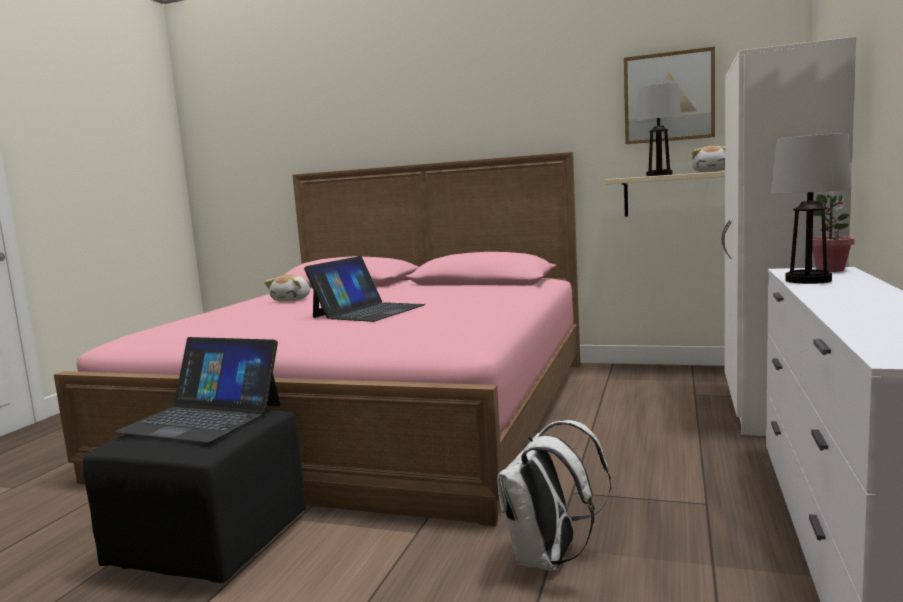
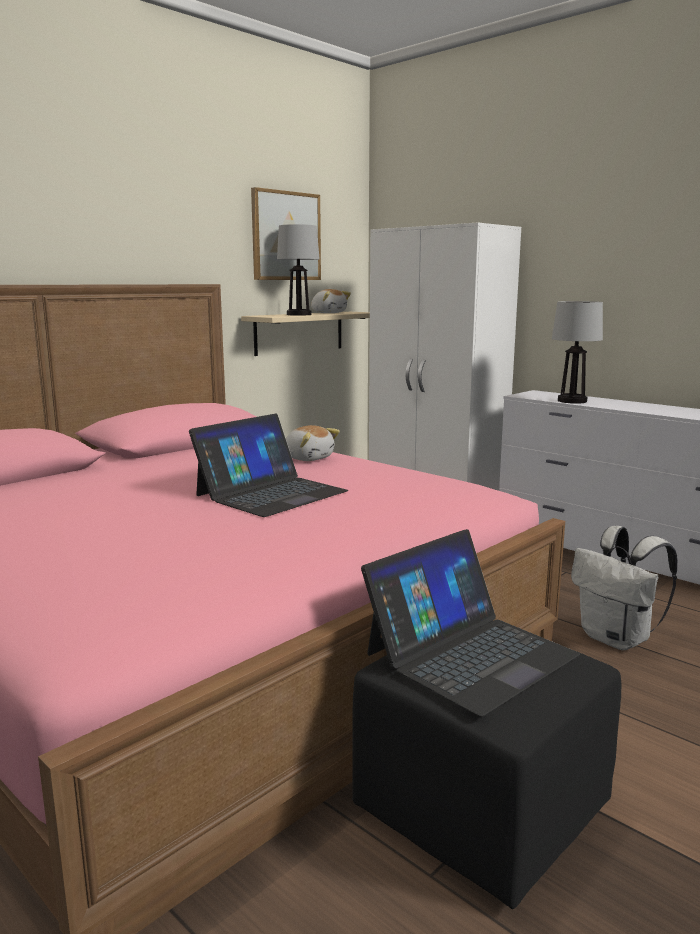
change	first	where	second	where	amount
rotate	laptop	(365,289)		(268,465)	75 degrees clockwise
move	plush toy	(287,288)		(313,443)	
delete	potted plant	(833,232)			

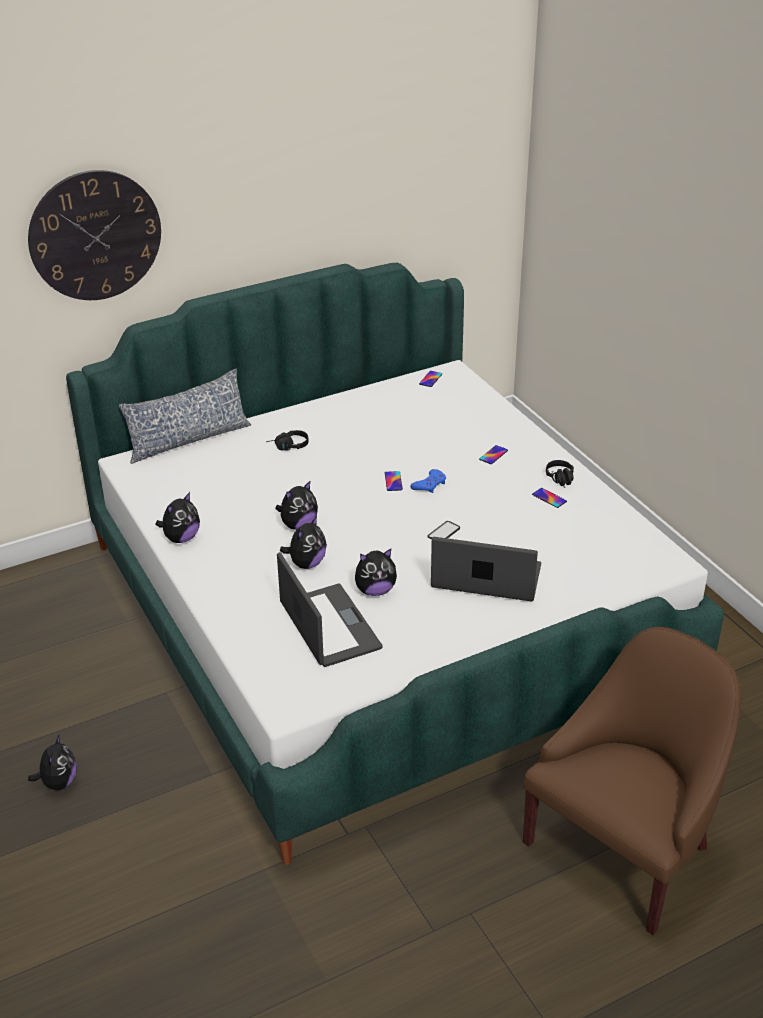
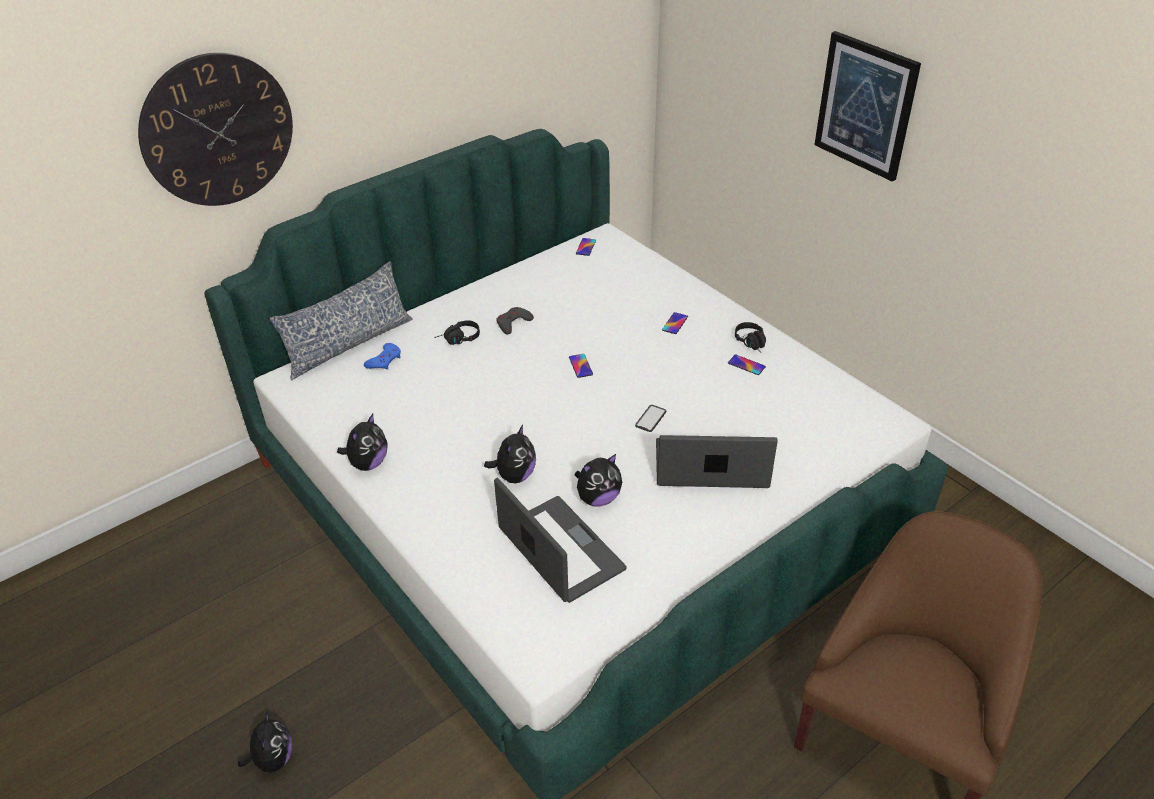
change	first	where	second	where	amount
move	blue game controller	(428,481)		(382,356)	
insert			grey game controller	(515,320)	
insert			picture	(867,106)	
delete	plush toy	(296,505)			

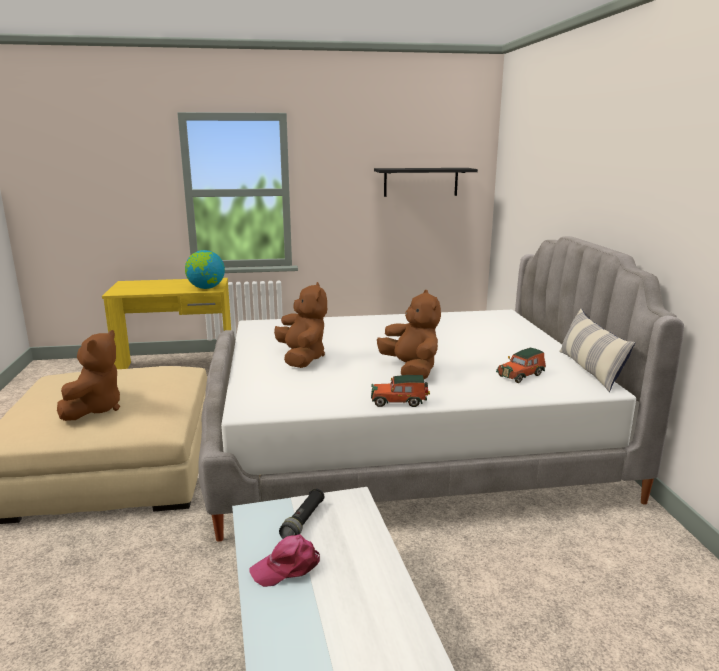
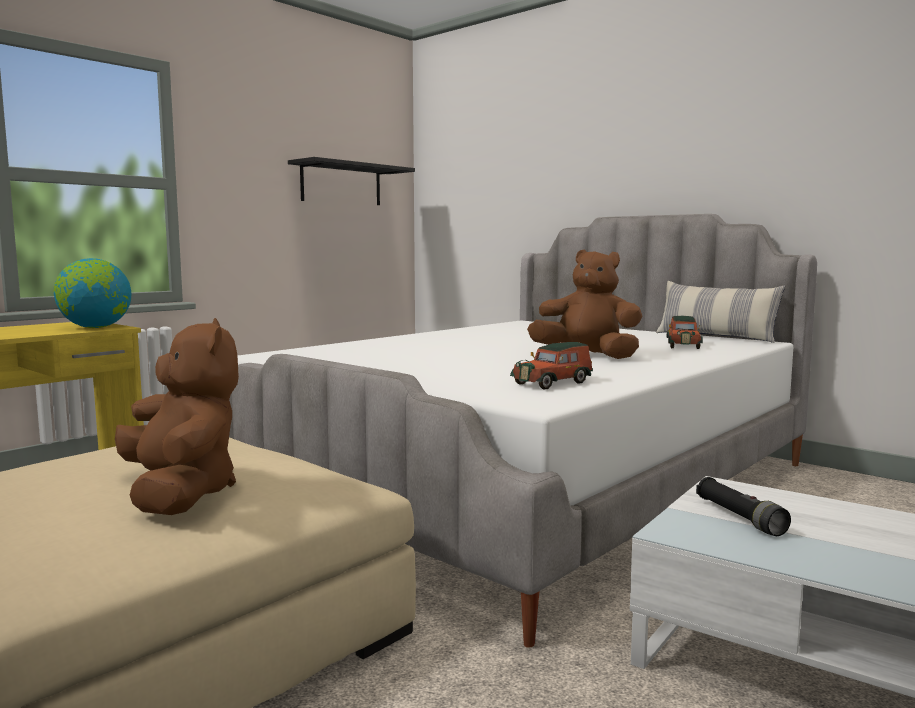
change	first	where	second	where	amount
move	toy car	(400,391)		(551,366)	
delete	pink cap	(284,560)			
delete	brown plush toy	(300,325)			

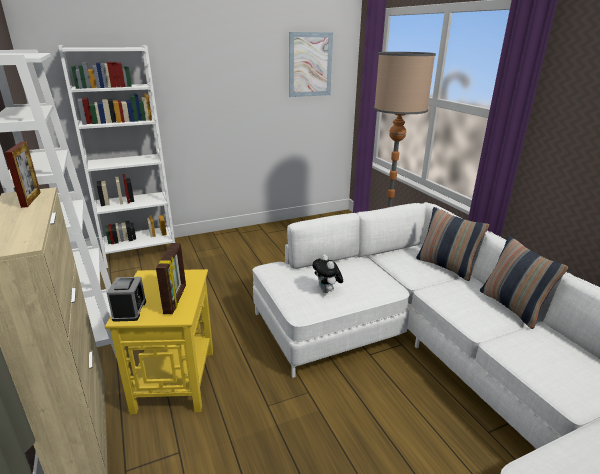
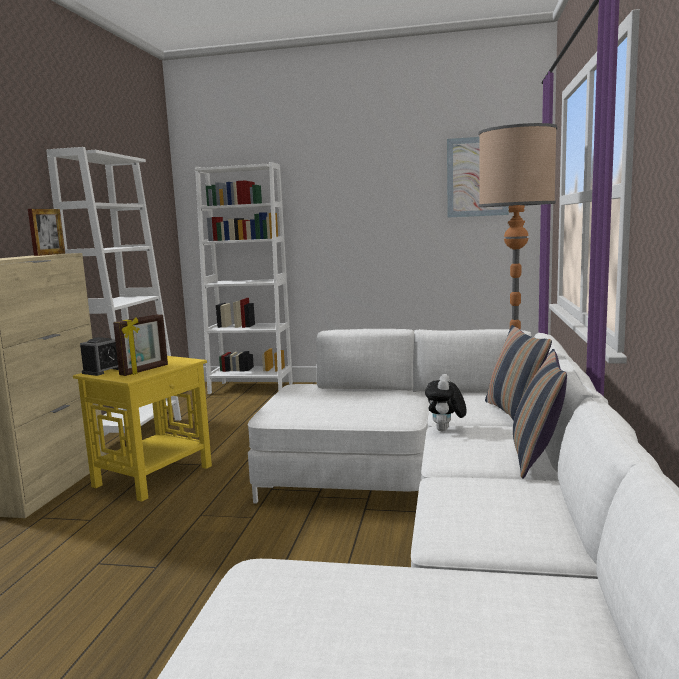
change	first	where	second	where	amount
move	plush toy	(327,273)		(446,402)	

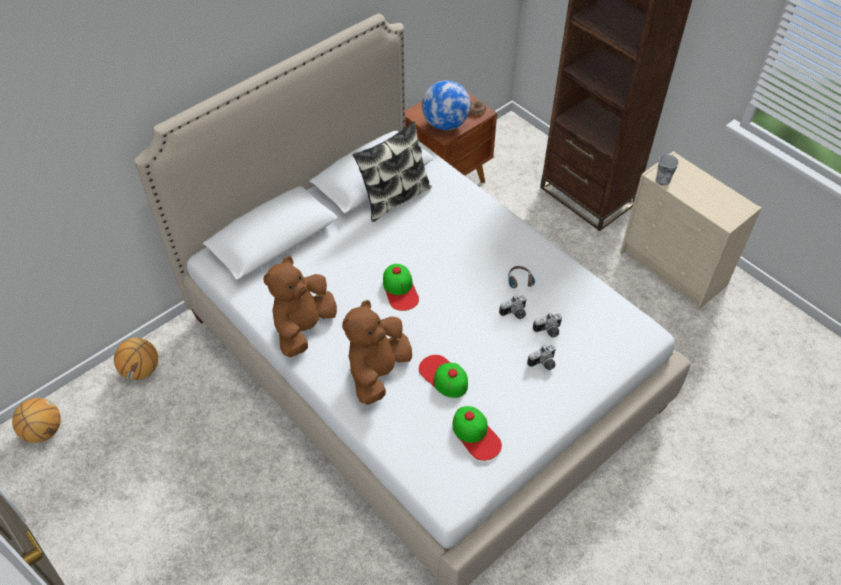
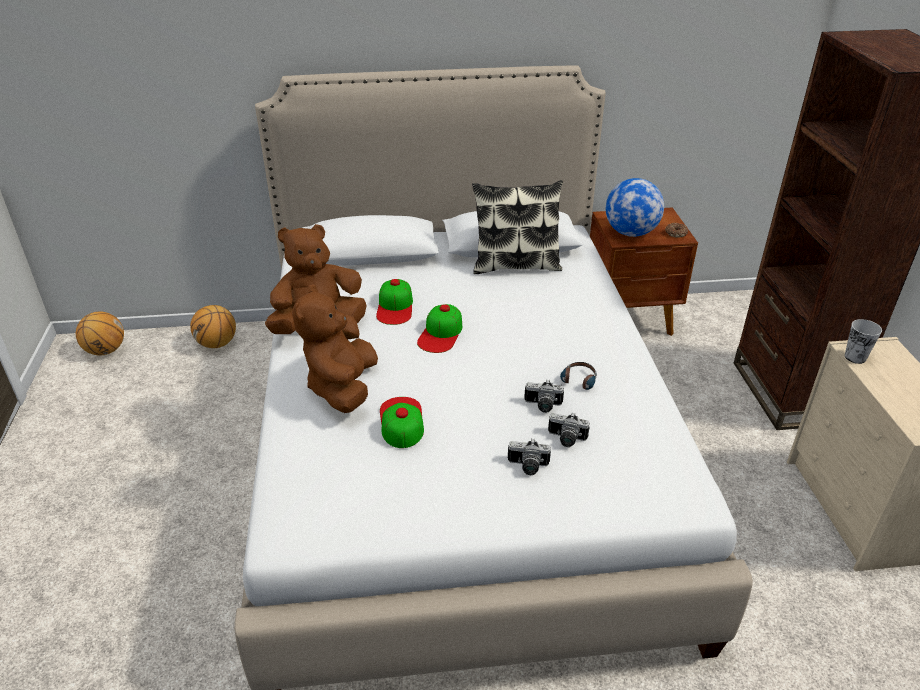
change	first	where	second	where	amount
rotate	brown plush toy	(377,352)		(335,348)	60 degrees counterclockwise
move	cap	(477,433)		(394,302)	

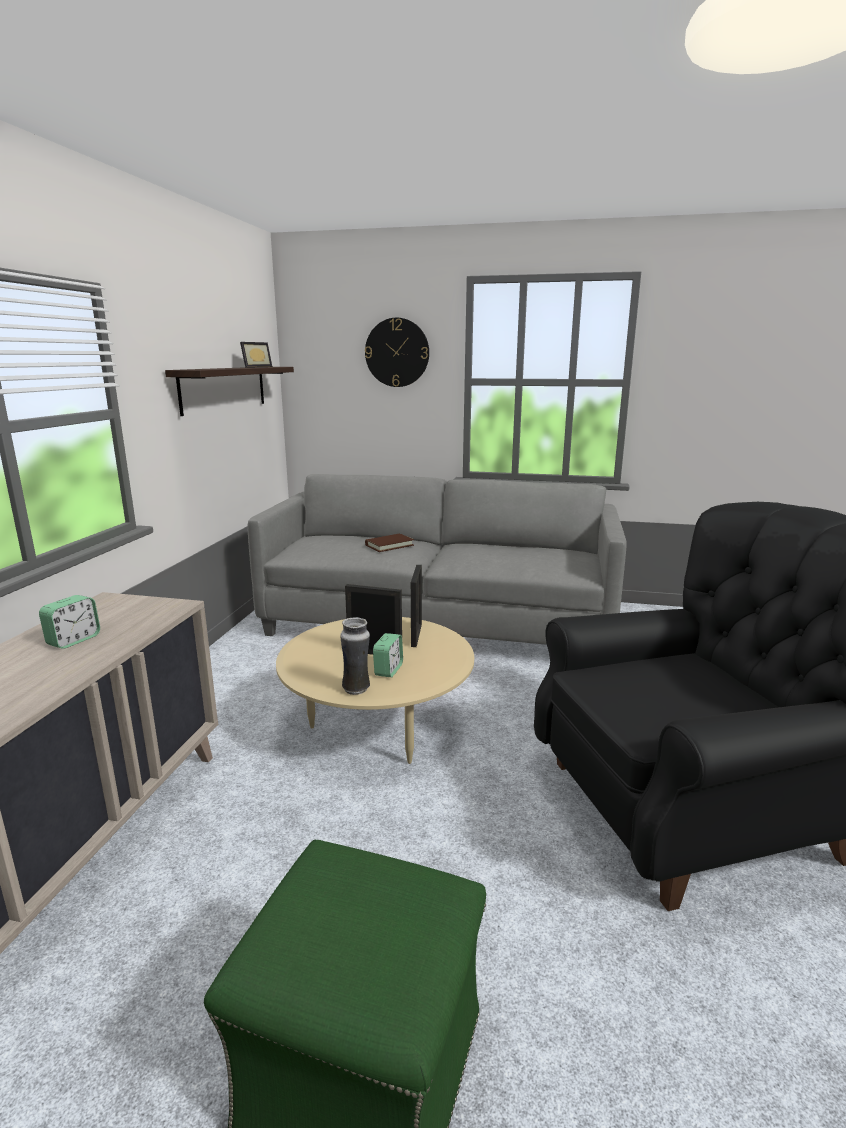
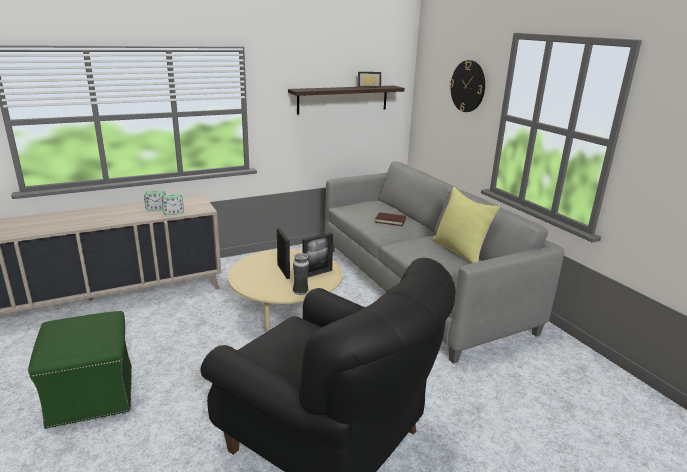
change	first	where	second	where	amount
move	alarm clock	(388,655)		(173,204)	
move	vase	(355,656)		(301,274)	
insert			yellow pillow	(466,225)	

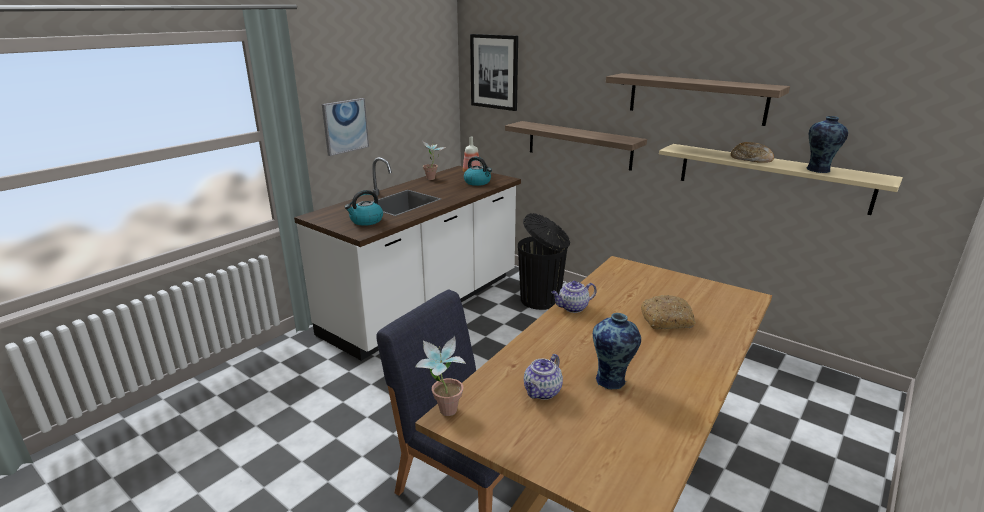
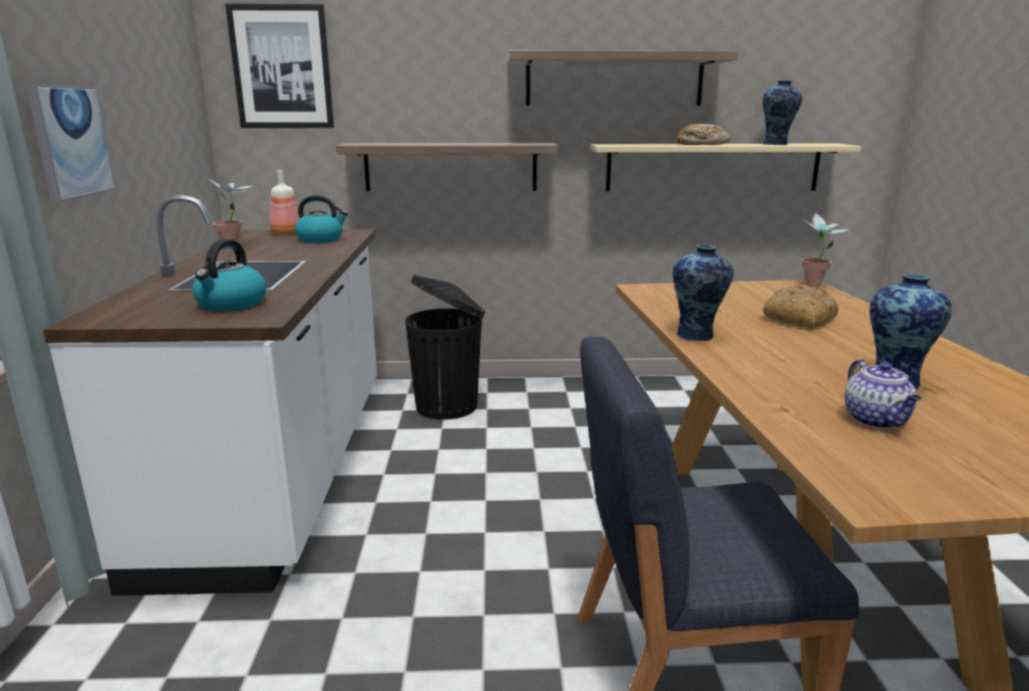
change	first	where	second	where	amount
replace	teapot	(574,297)	vase	(703,292)	
move	potted plant	(440,376)		(825,249)	

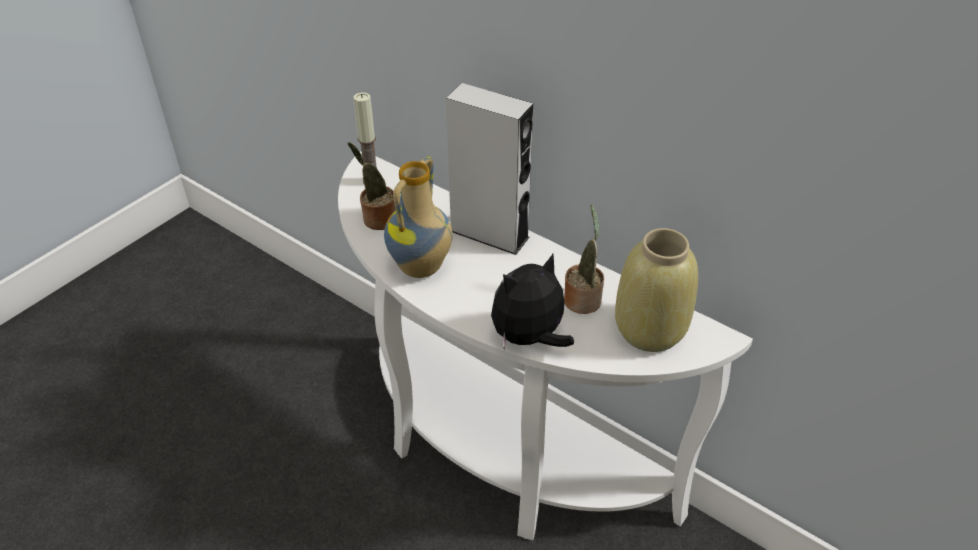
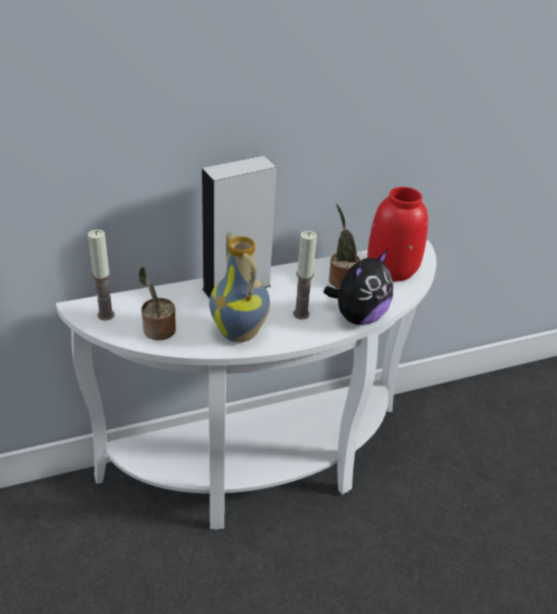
change	first	where	second	where	amount
insert			candle	(305,275)	
rotate	plush toy	(532,302)		(358,287)	135 degrees counterclockwise
recolor	beige vase	(656,290)	red vase	(397,234)	

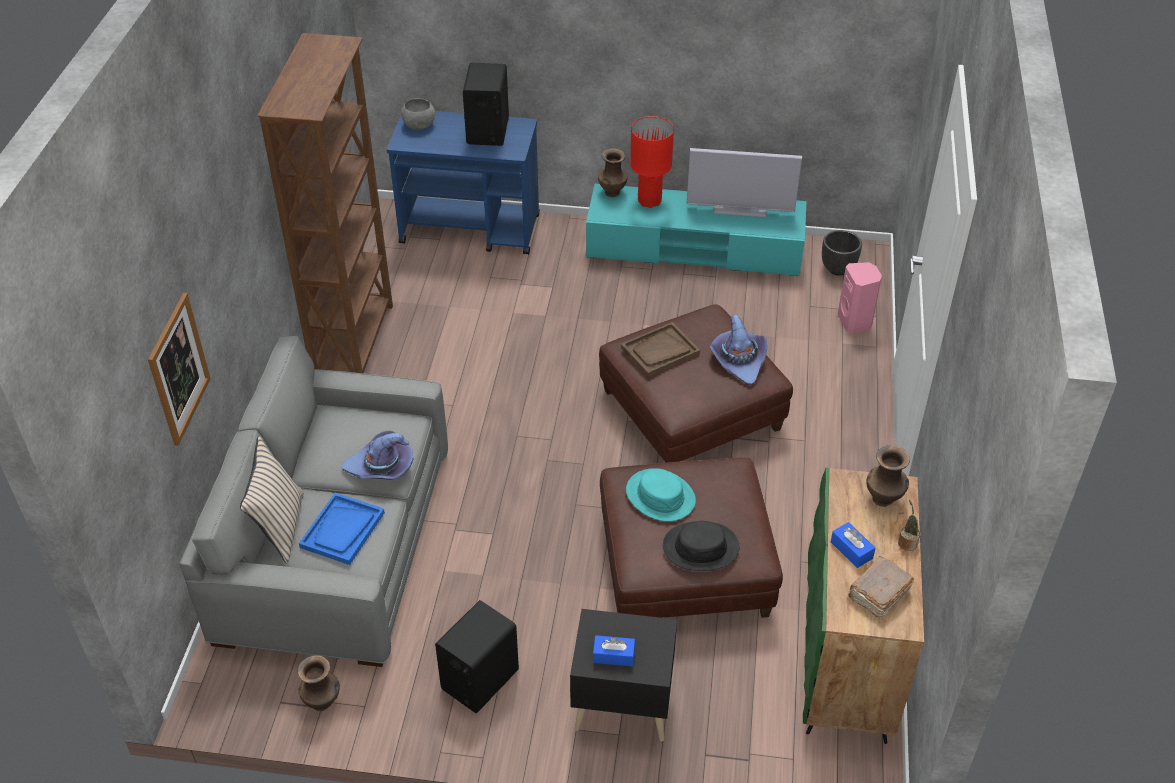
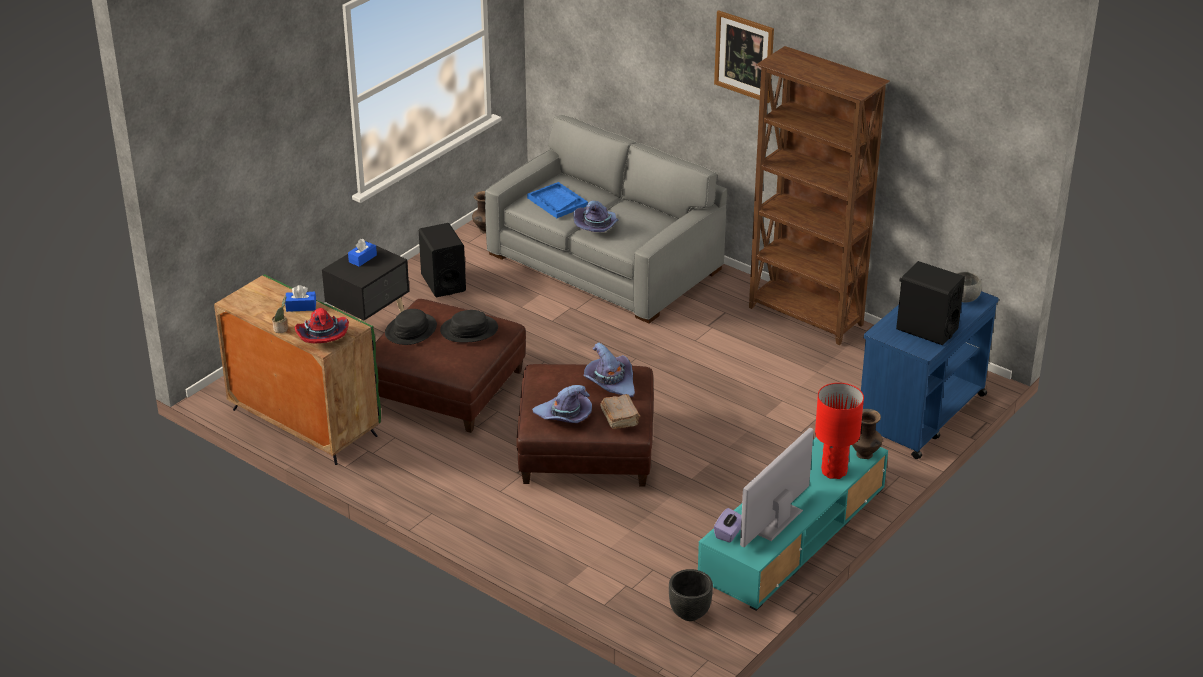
change	first	where	second	where	amount
replace	brown vase	(888,476)	red hat	(322,326)	
recolor	turquoise hat	(661,495)	black hat	(469,326)	
replace	brown tray	(660,349)	purple hat	(609,369)	
move	brown book	(881,587)		(620,411)	
move	picture	(179,369)		(744,56)	
insert			purple tissue box	(728,525)	
delete	beige pillow	(272,500)			
delete	pink speaker	(860,298)			

